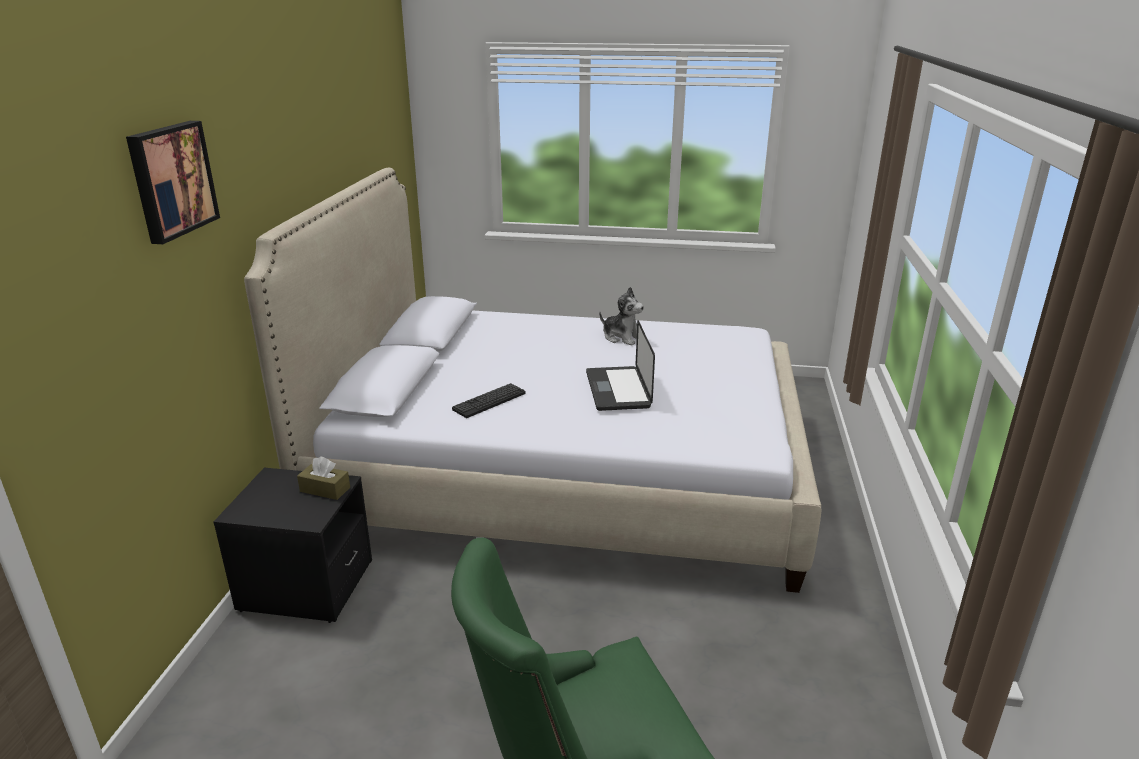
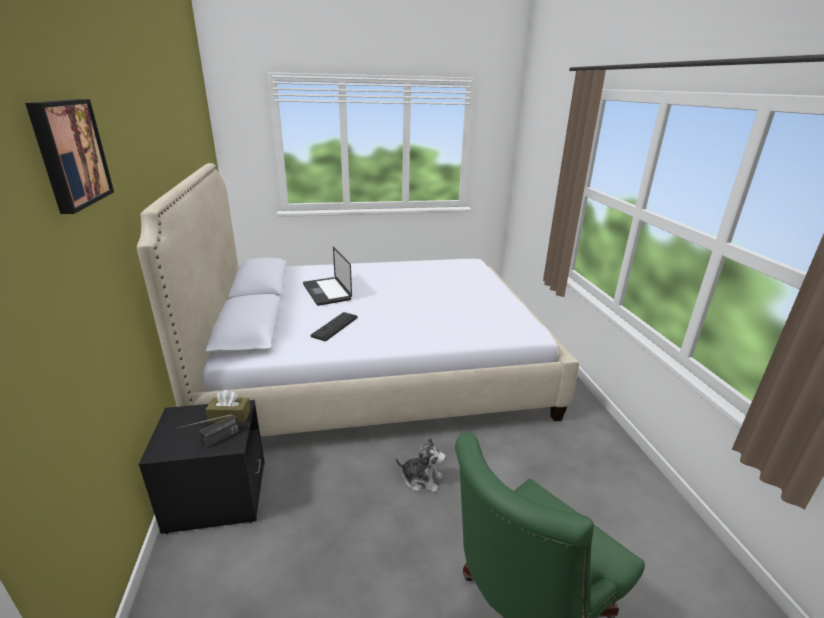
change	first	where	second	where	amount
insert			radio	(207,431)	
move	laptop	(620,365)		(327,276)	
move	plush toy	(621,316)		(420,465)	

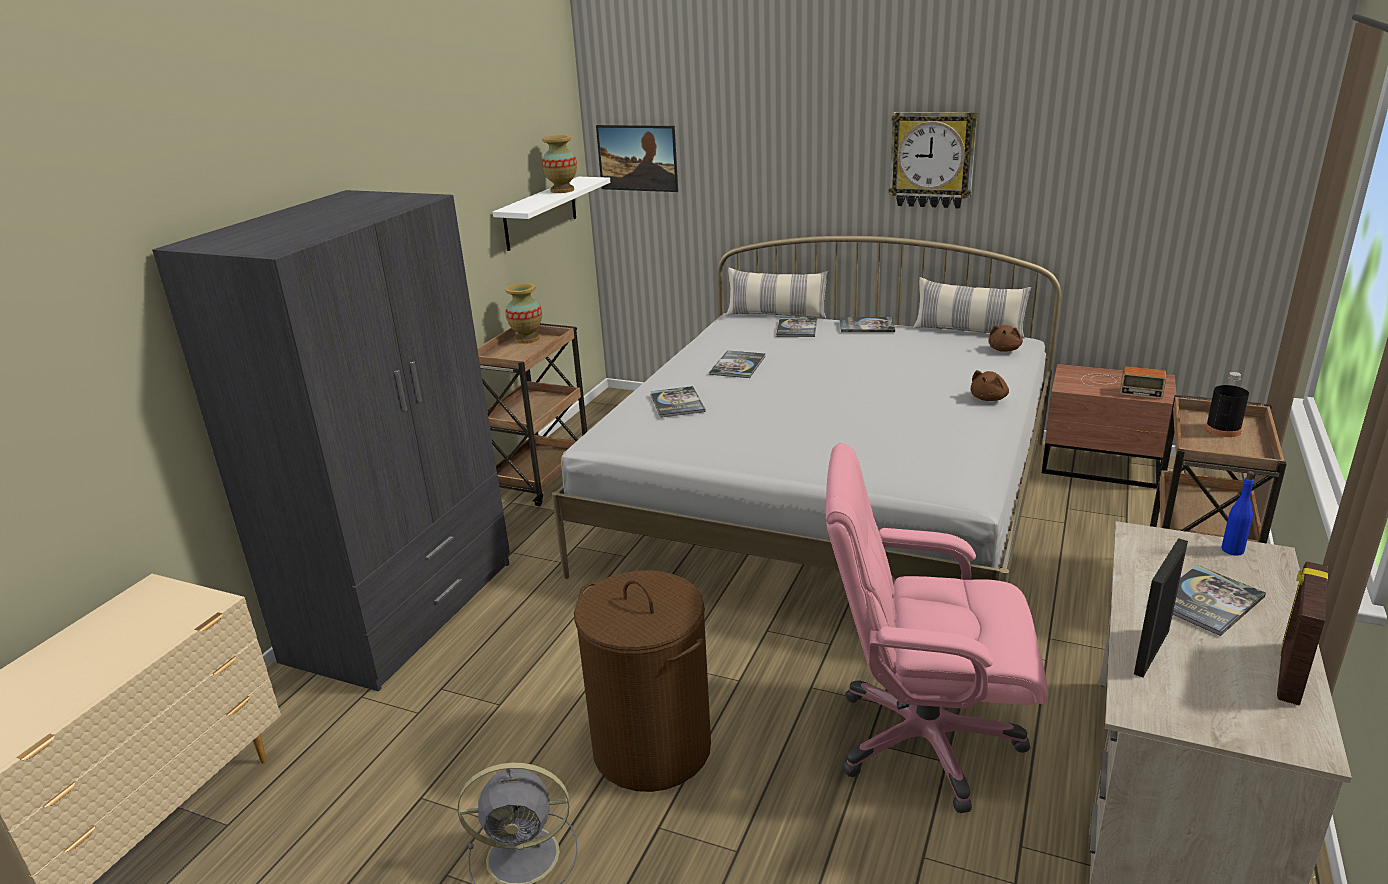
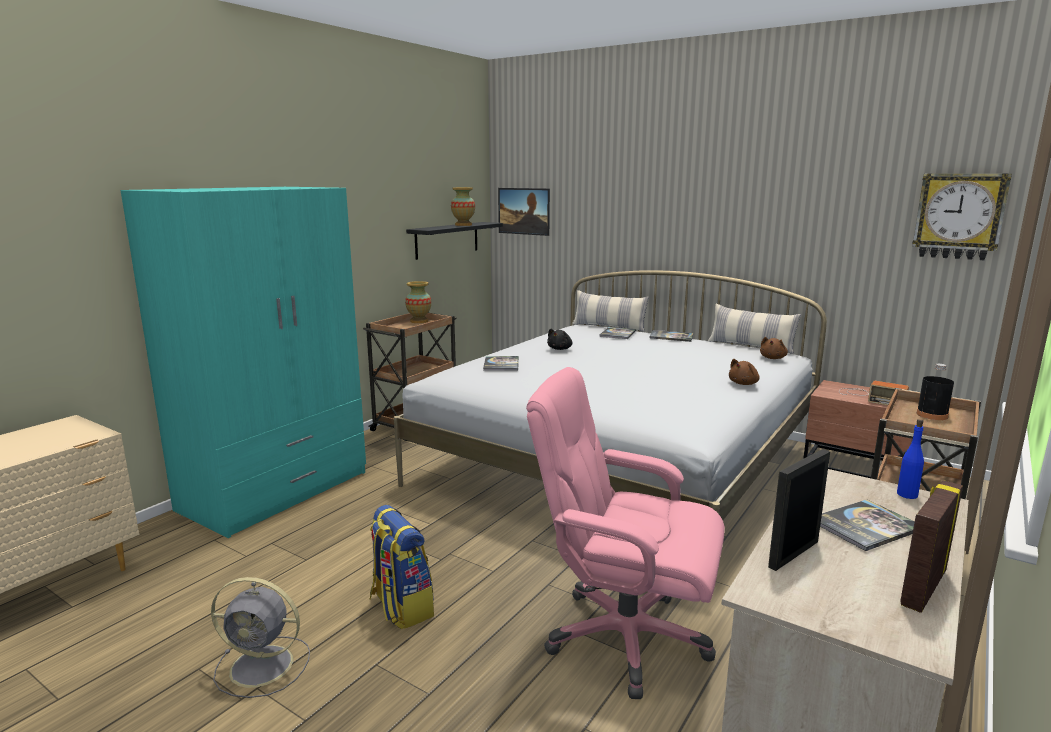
change	first	where	second	where	amount
recolor	grey wardrobe	(331,440)	turquoise wardrobe	(243,362)	
replace	brown laundry basket	(642,681)	backpack	(401,567)	
recolor	white shelf	(551,214)	black shelf	(454,241)	
replace	book	(737,364)	black plush toy	(560,339)	
move	wall clock	(933,160)		(962,216)	

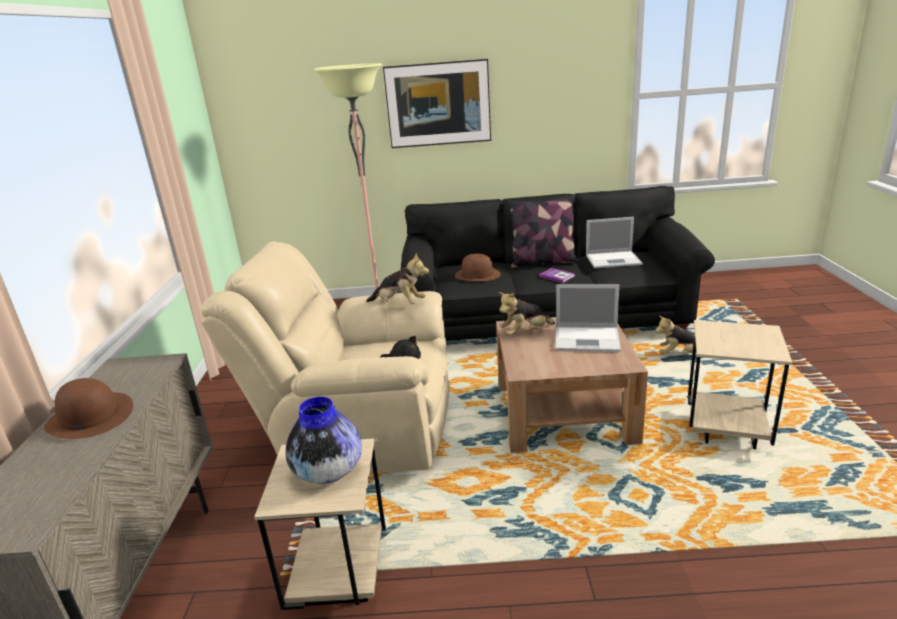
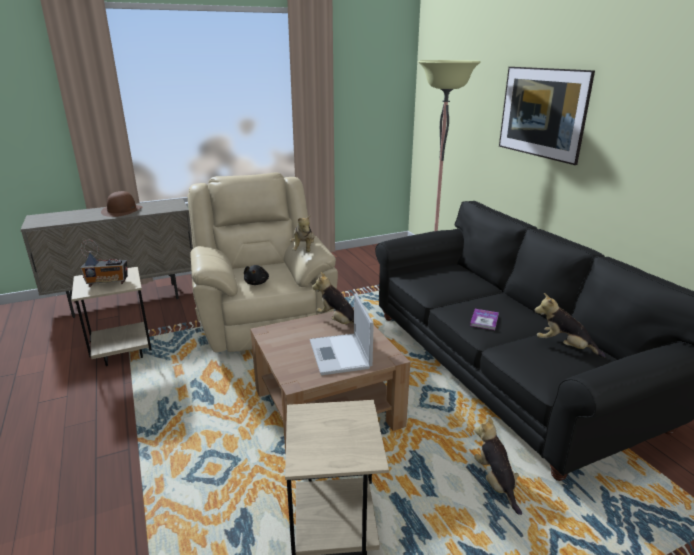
change	first	where	second	where	amount
replace	vase	(323,440)	radio	(104,263)	
replace	laptop	(614,242)	plush toy	(569,325)	
delete	brown hat	(478,267)			
delete	pillow	(543,232)			

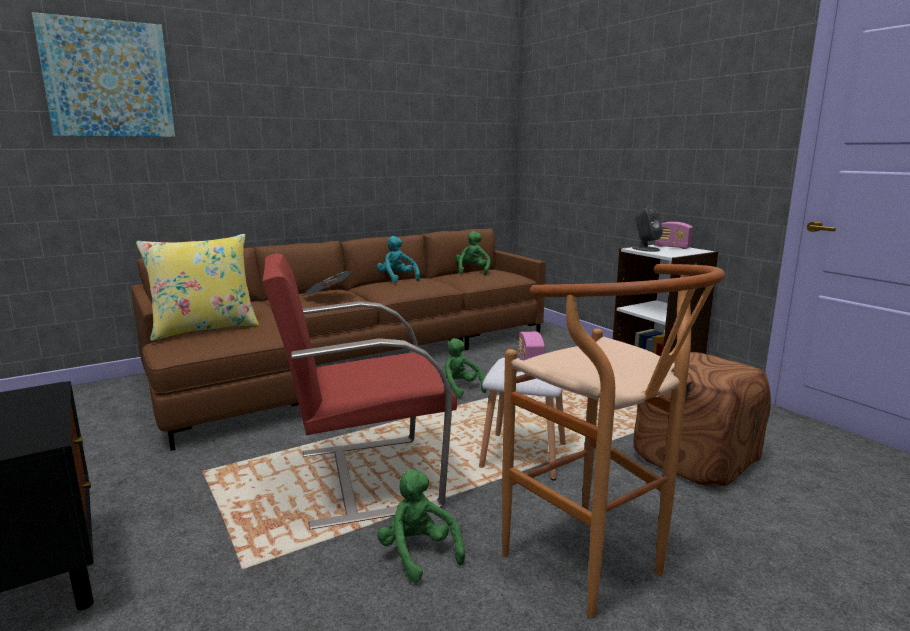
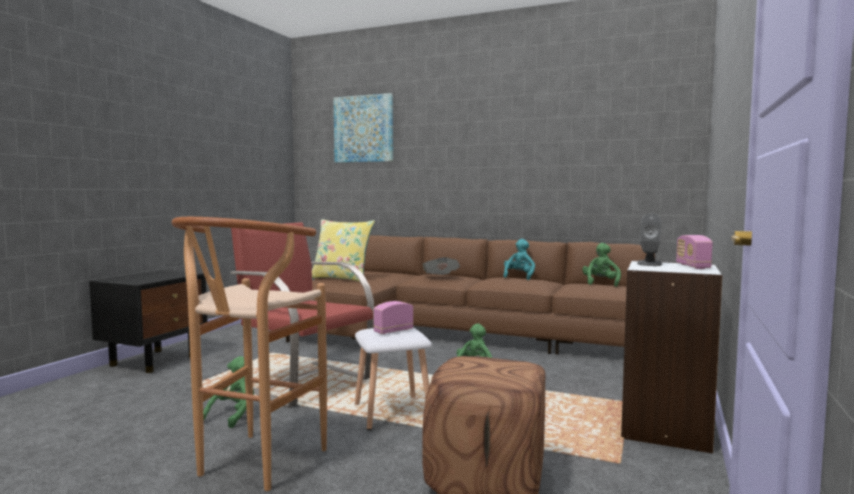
change	first	where	second	where	amount
rotate	green plush toy	(472,253)		(601,265)	45 degrees counterclockwise

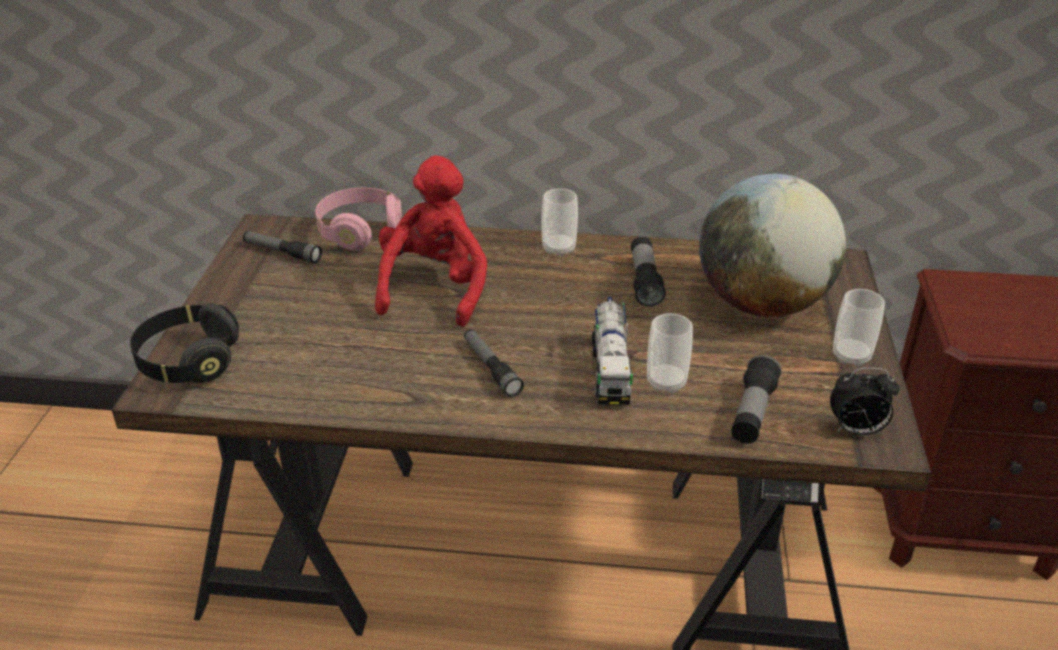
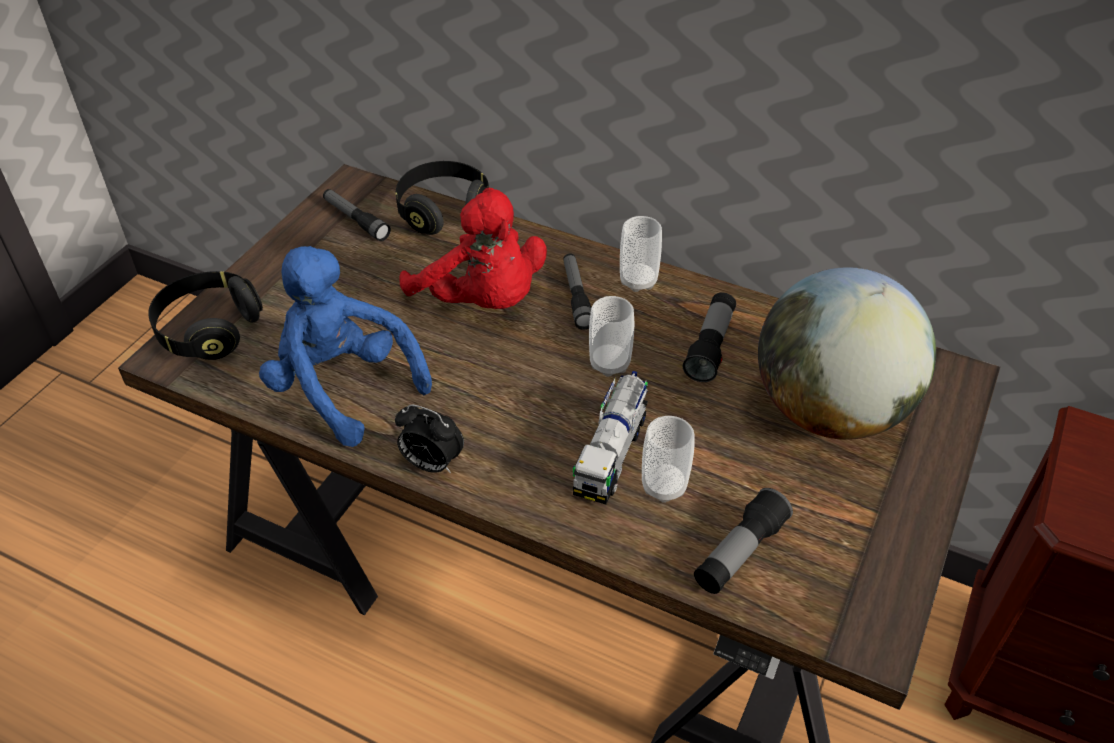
change	first	where	second	where	amount
insert			blue plush toy	(345,346)	
move	alarm clock	(865,401)		(429,438)	
recolor	pink headphones	(359,219)	black headphones	(442,198)	
rotate	red plush toy	(431,241)		(473,248)	105 degrees clockwise
move	flashlight	(494,363)		(577,292)	
move	cup	(859,328)		(611,336)	

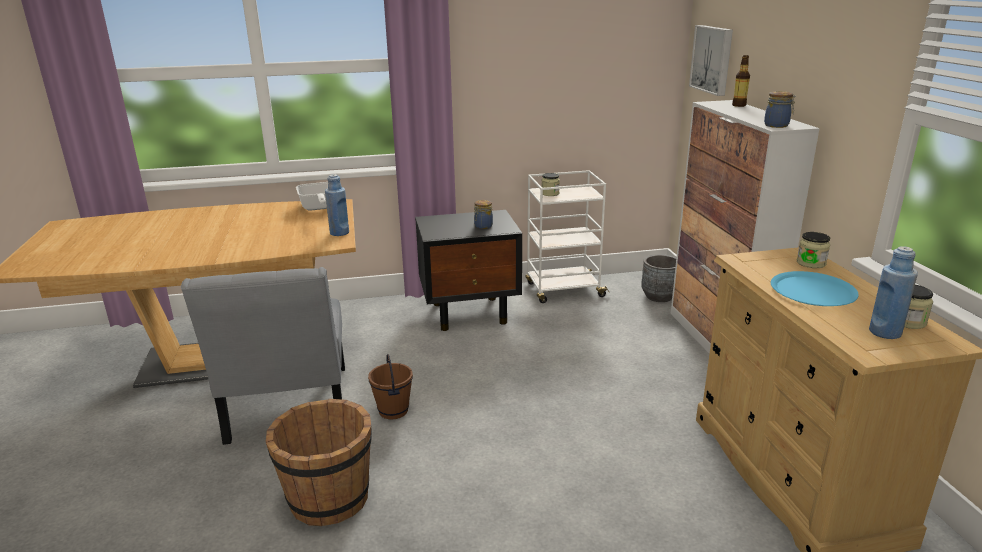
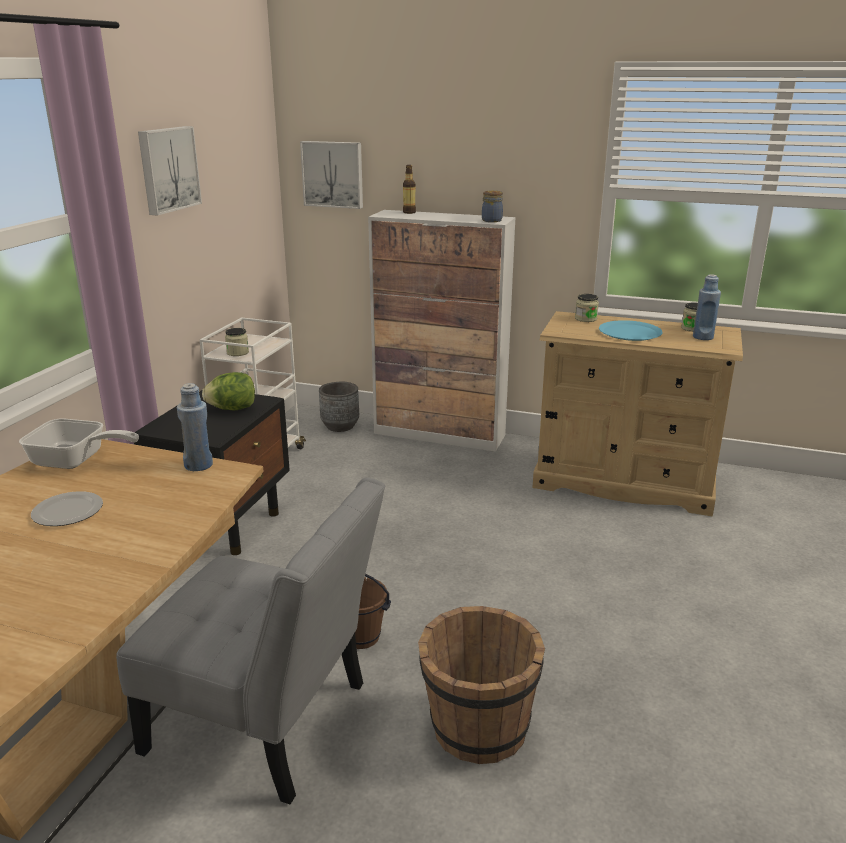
change	first	where	second	where	amount
insert			plate	(67,508)	
insert			picture	(170,170)	
replace	jar	(483,214)	lettuce	(228,391)	

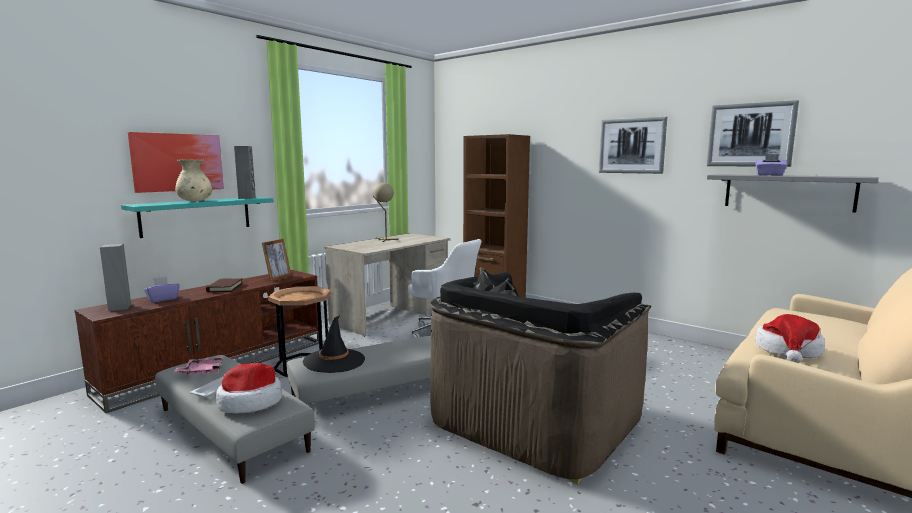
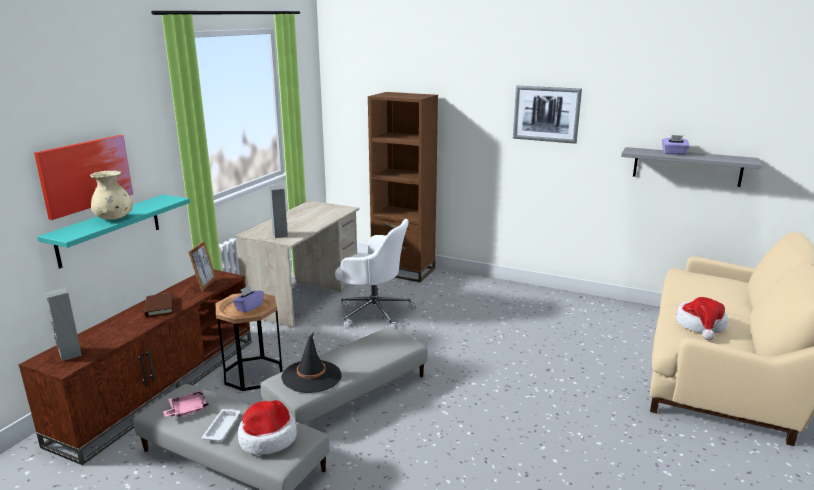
change	first	where	second	where	amount
move	purple tissue box	(162,289)		(248,299)	
move	grey speaker	(245,172)		(278,212)	
delete	beige table lamp	(385,212)			
delete	black armchair	(540,375)			
delete	picture	(753,133)			

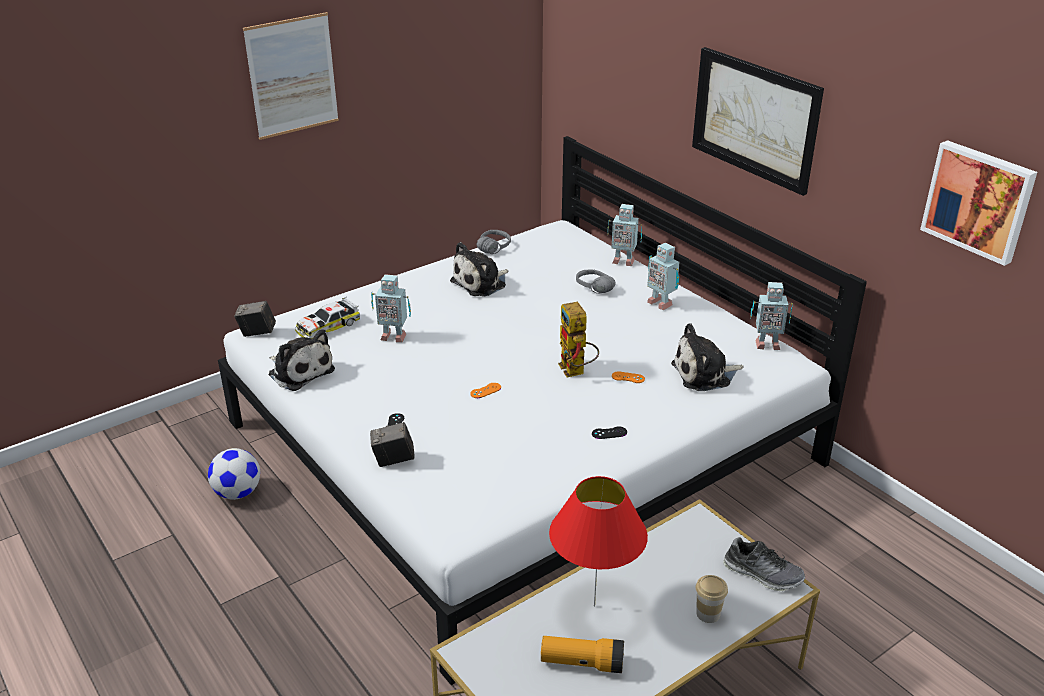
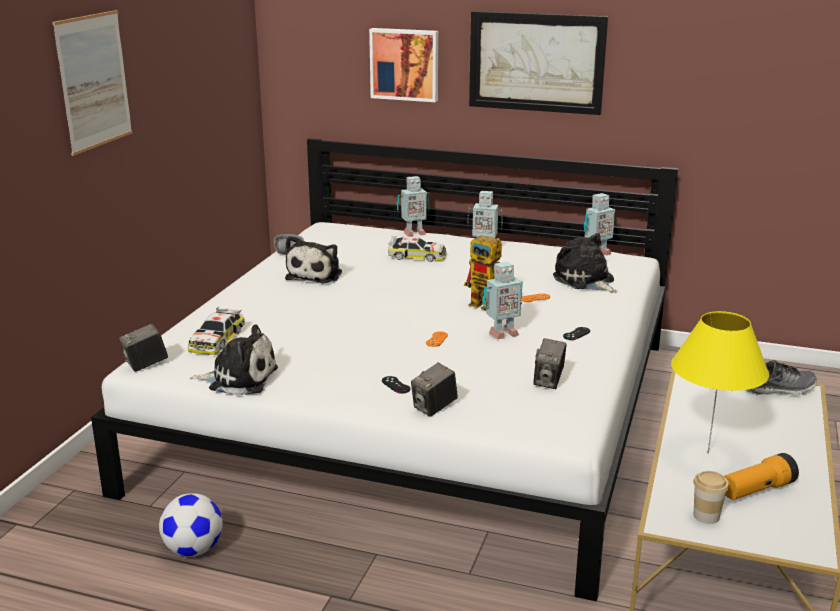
change	first	where	second	where	amount
move	picture	(978,203)		(403,65)	
replace	grey headphones	(596,281)	toy car	(417,249)	
move	toy robot	(391,308)		(503,300)	
insert			photo camera	(549,363)	
rotate	plush toy	(707,357)		(585,263)	105 degrees clockwise
recolor	red table lamp	(598,541)	yellow table lamp	(720,382)	
move	cup	(712,599)		(711,497)	

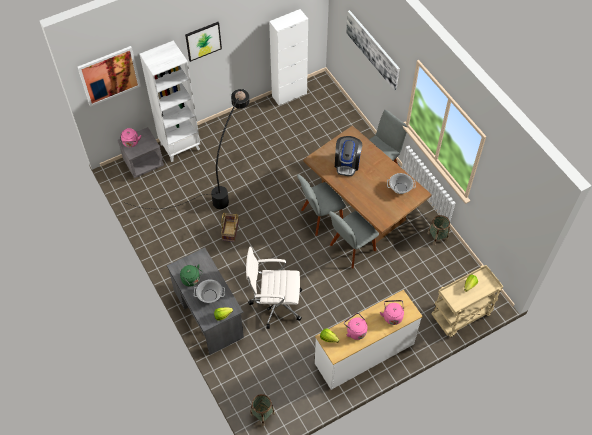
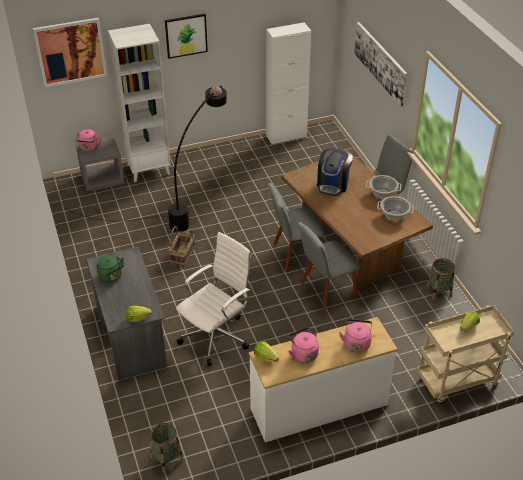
change	first	where	second	where	amount
rotate	white office chair	(274,288)		(213,299)	120 degrees clockwise
move	cooking pot	(209,291)		(383,186)	

